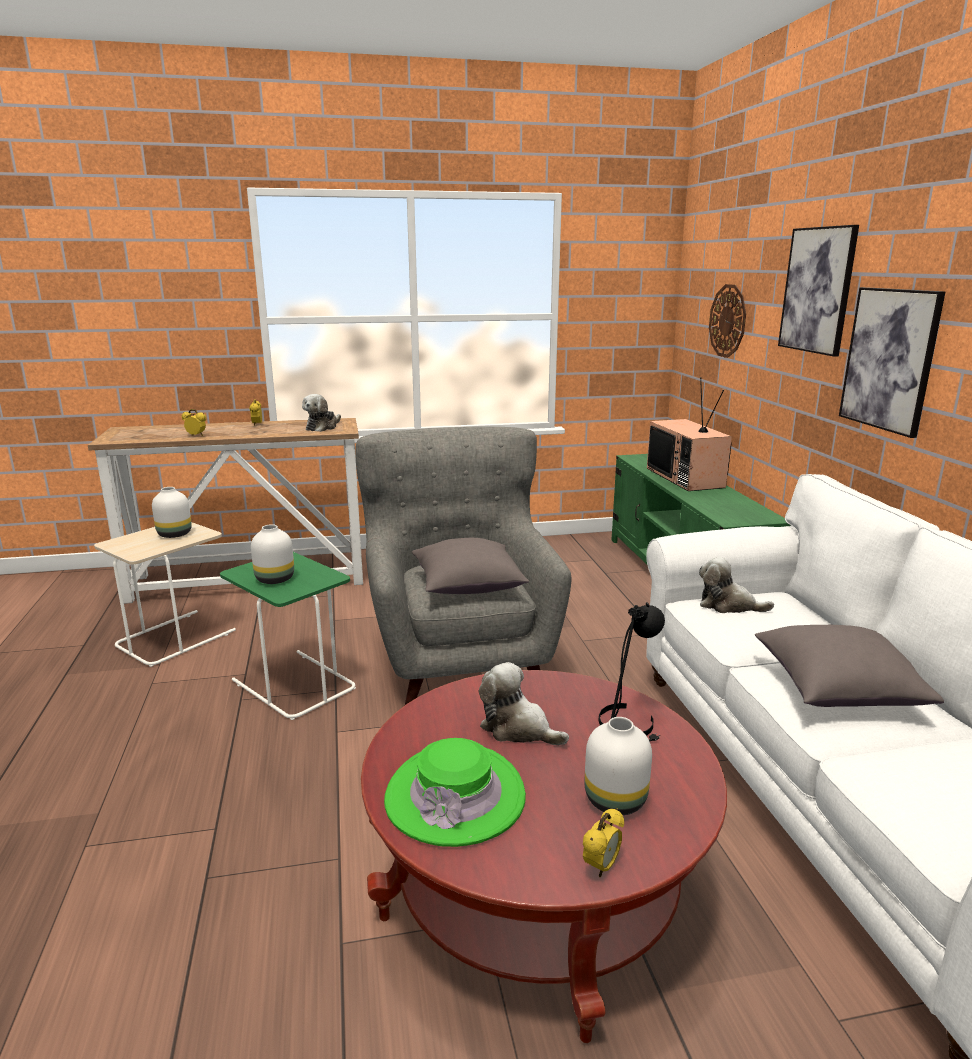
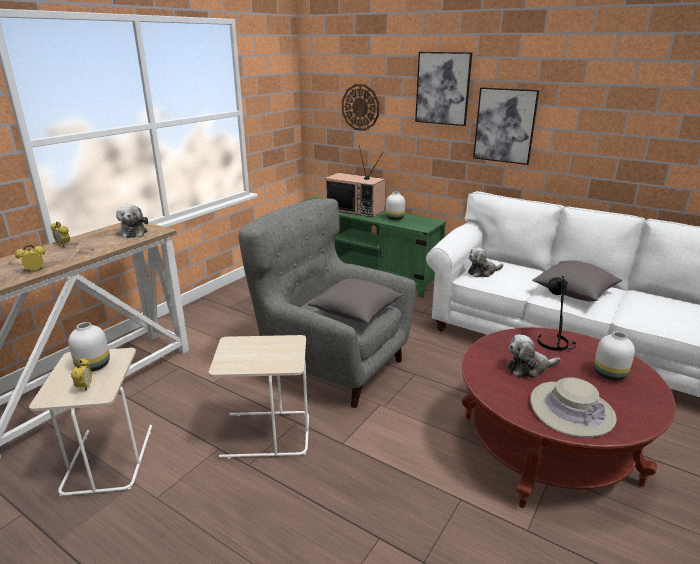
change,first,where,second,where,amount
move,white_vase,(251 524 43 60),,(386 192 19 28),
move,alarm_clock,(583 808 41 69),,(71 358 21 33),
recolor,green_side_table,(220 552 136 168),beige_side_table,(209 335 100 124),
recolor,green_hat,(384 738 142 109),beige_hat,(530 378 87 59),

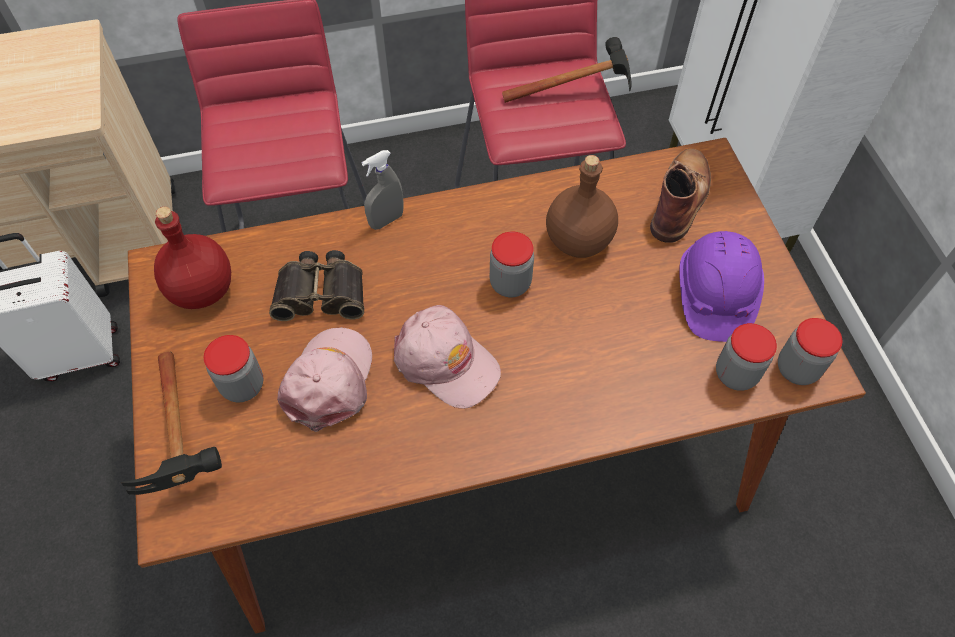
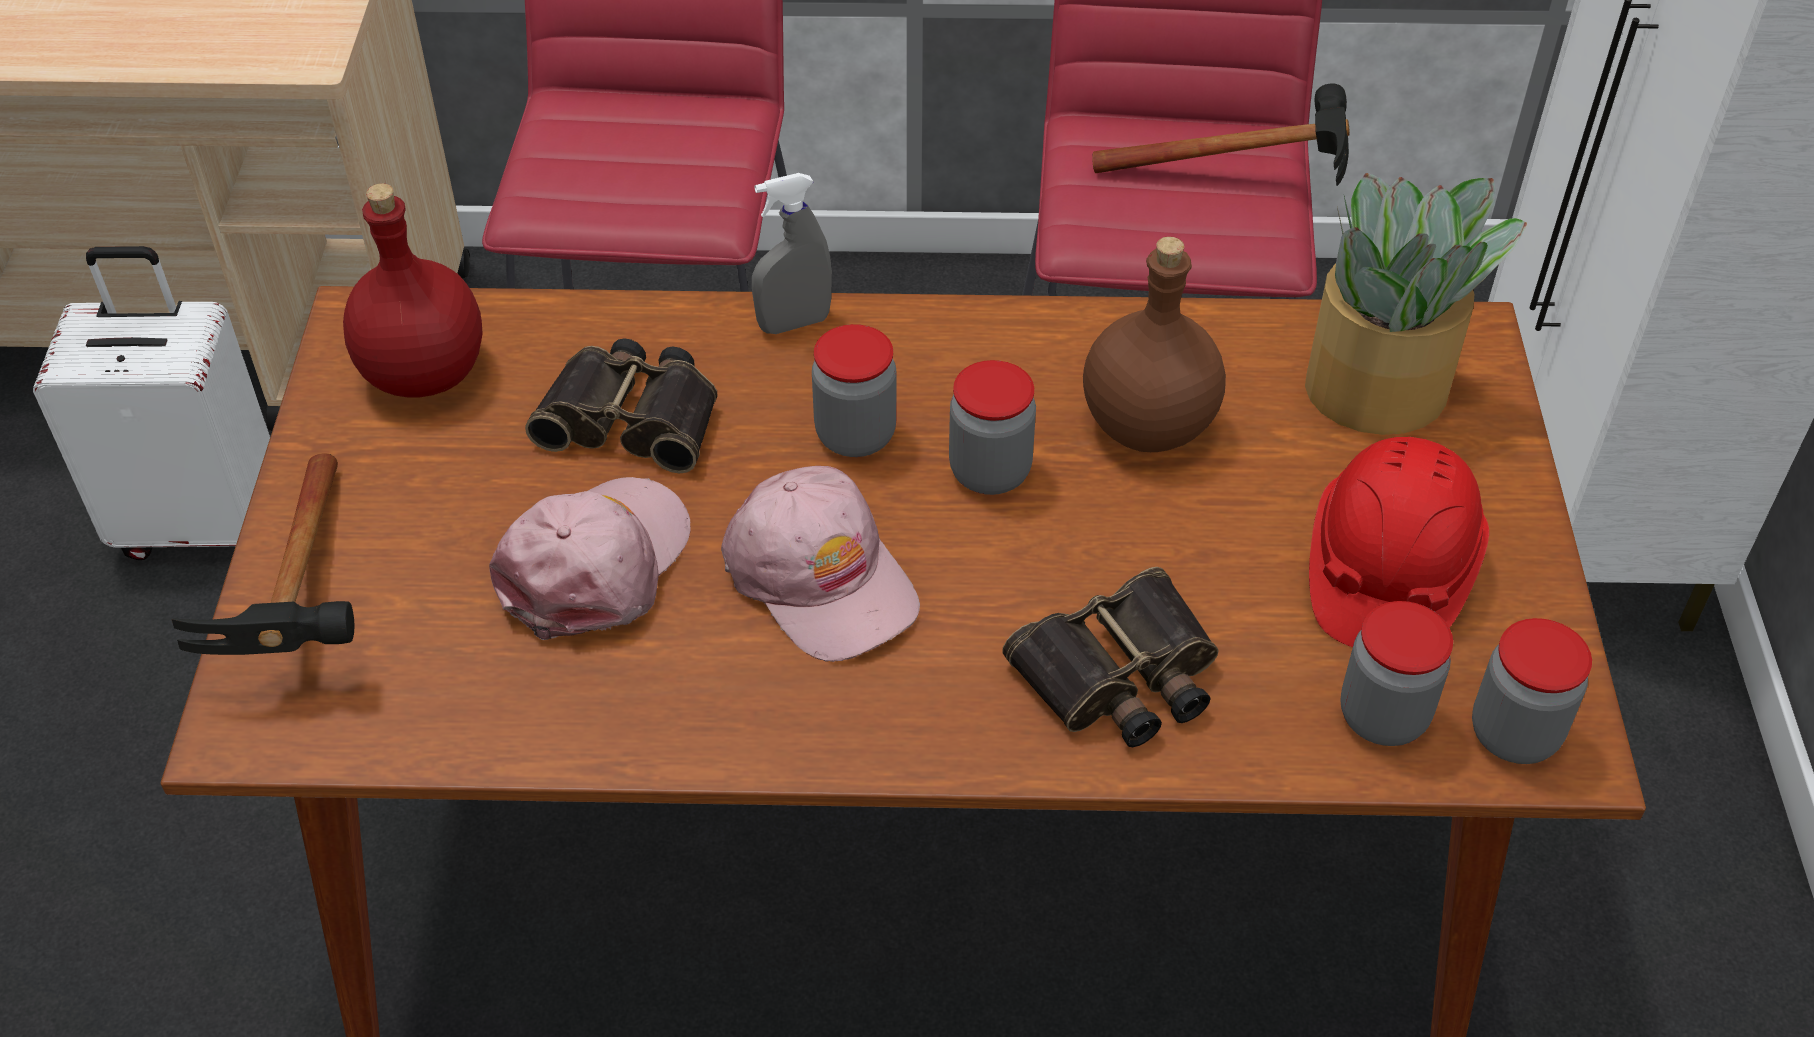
change,first,where,second,where,amount
insert,,,binoculars,(1002 567 217 180),
move,jar,(204 335 59 67),,(812 324 85 133),
replace,brown_boot,(650 149 61 94),potted_plant,(1305 173 222 262),
recolor,purple_hard_hat,(679 231 85 111),red_hard_hat,(1309 437 180 210),

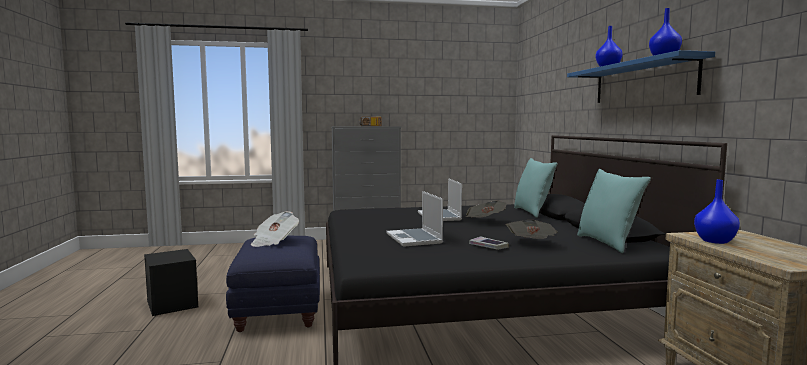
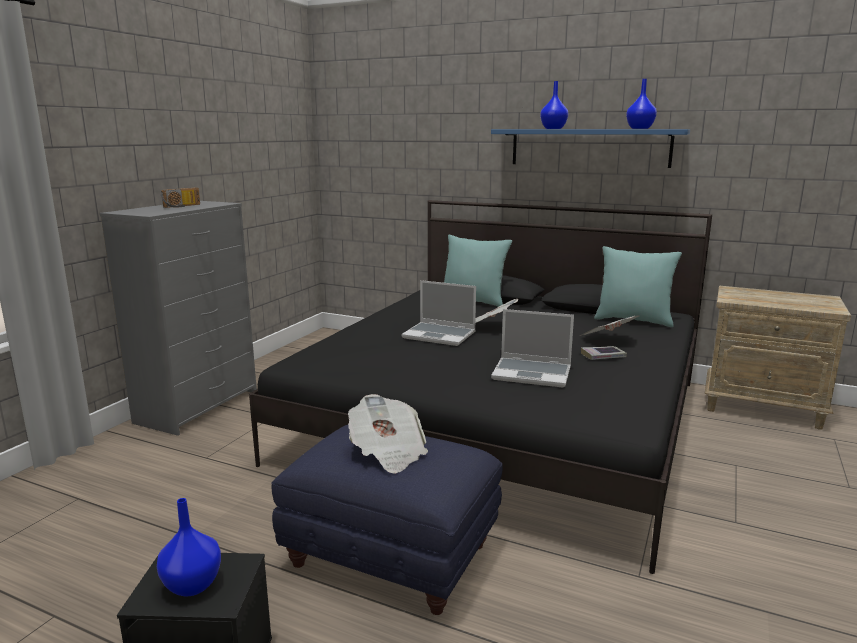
change,first,where,second,where,amount
move,blue_vase,(694 180 46 64),,(157 498 64 98),

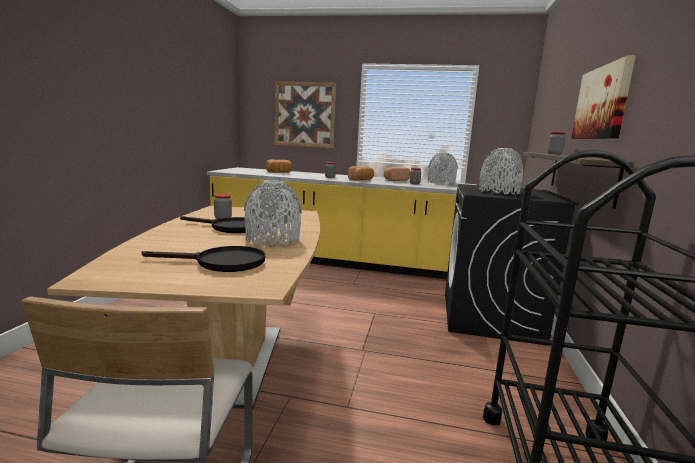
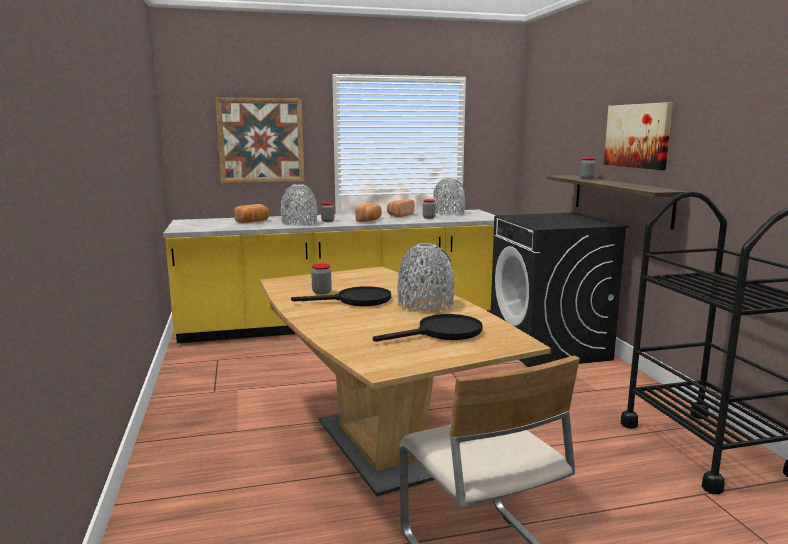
change,first,where,second,where,amount
move,grey_vase,(479 148 44 47),,(281 184 36 42),

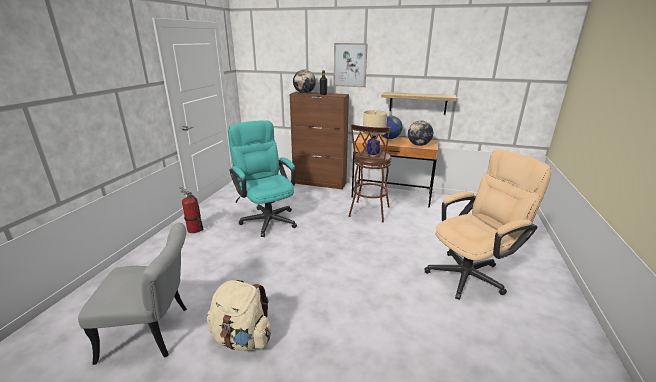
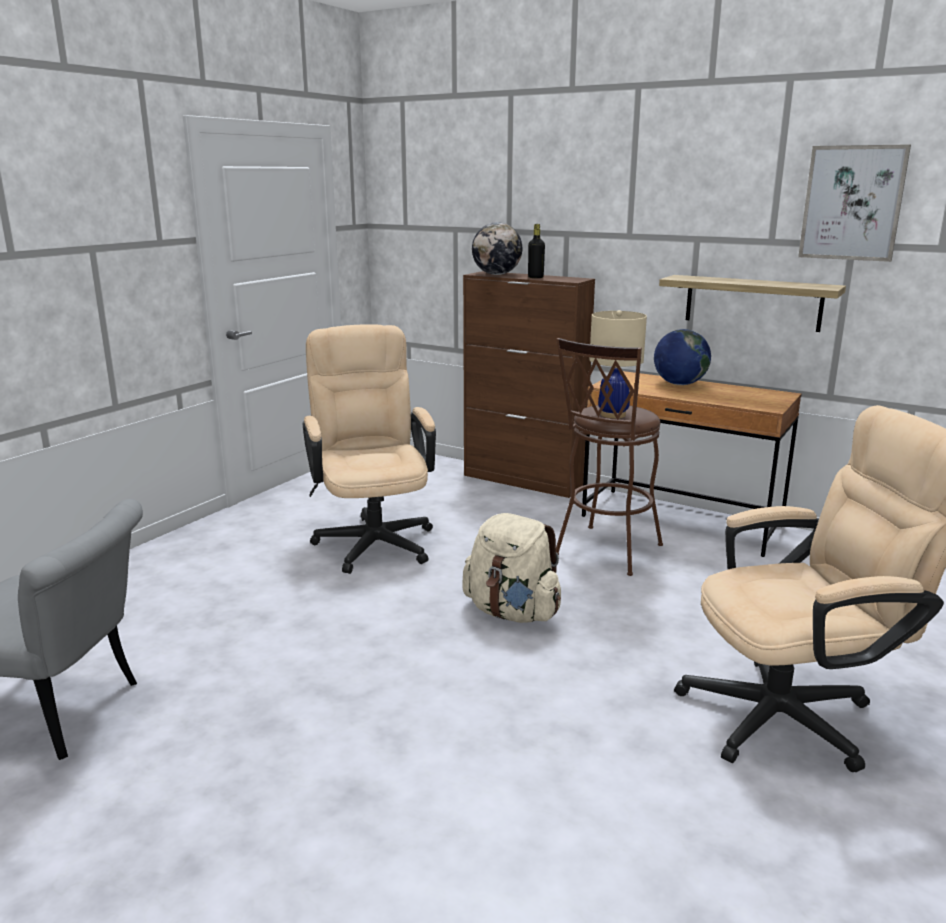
change,first,where,second,where,amount
delete,fire_extinguisher,(180 187 24 46),,,
delete,globe,(408 121 25 25),,,
move,beige_backpack,(207 280 64 71),,(462 513 99 110),
move,picture,(334 43 34 44),,(798 144 113 118),
recolor,turquoise_office_chair,(228 120 69 117),beige_office_chair,(303 324 133 250),

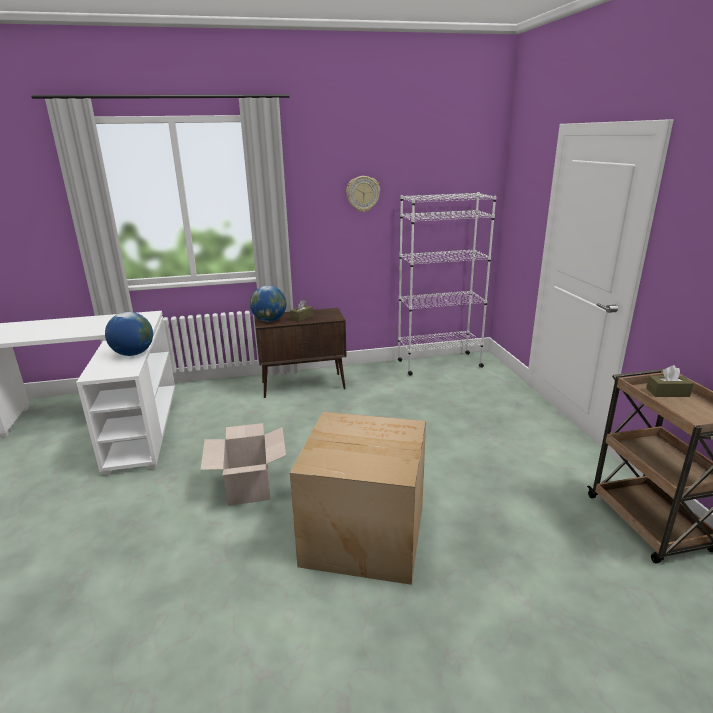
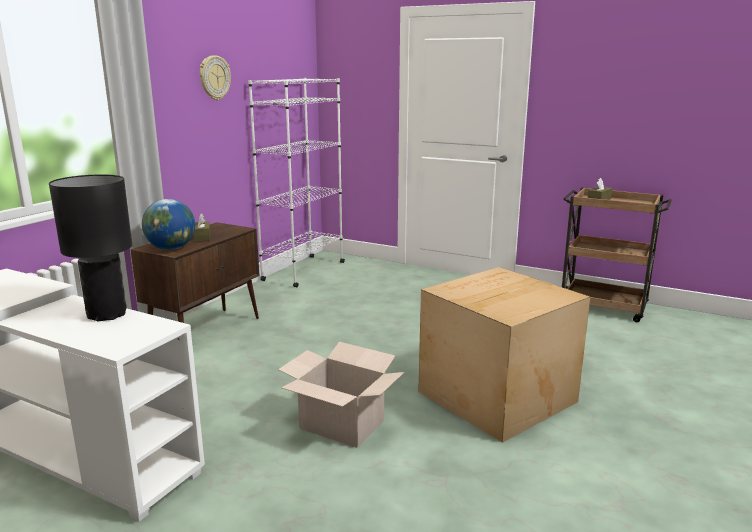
change,first,where,second,where,amount
replace,globe,(105 312 48 44),black_table_lamp,(49 174 83 148),

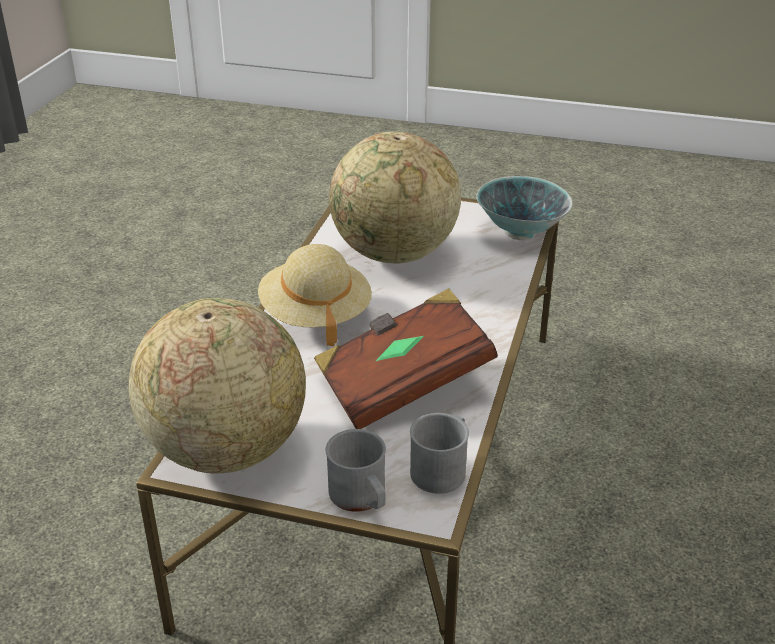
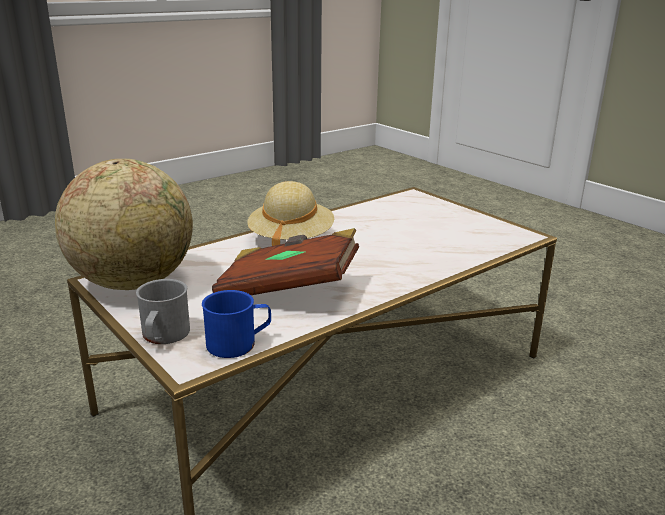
change,first,where,second,where,amount
delete,globe,(329 132 132 132),,,
delete,bowl,(476 176 97 64),,,
recolor,grey_mug,(410 413 59 81),blue_mug,(202 290 69 68),

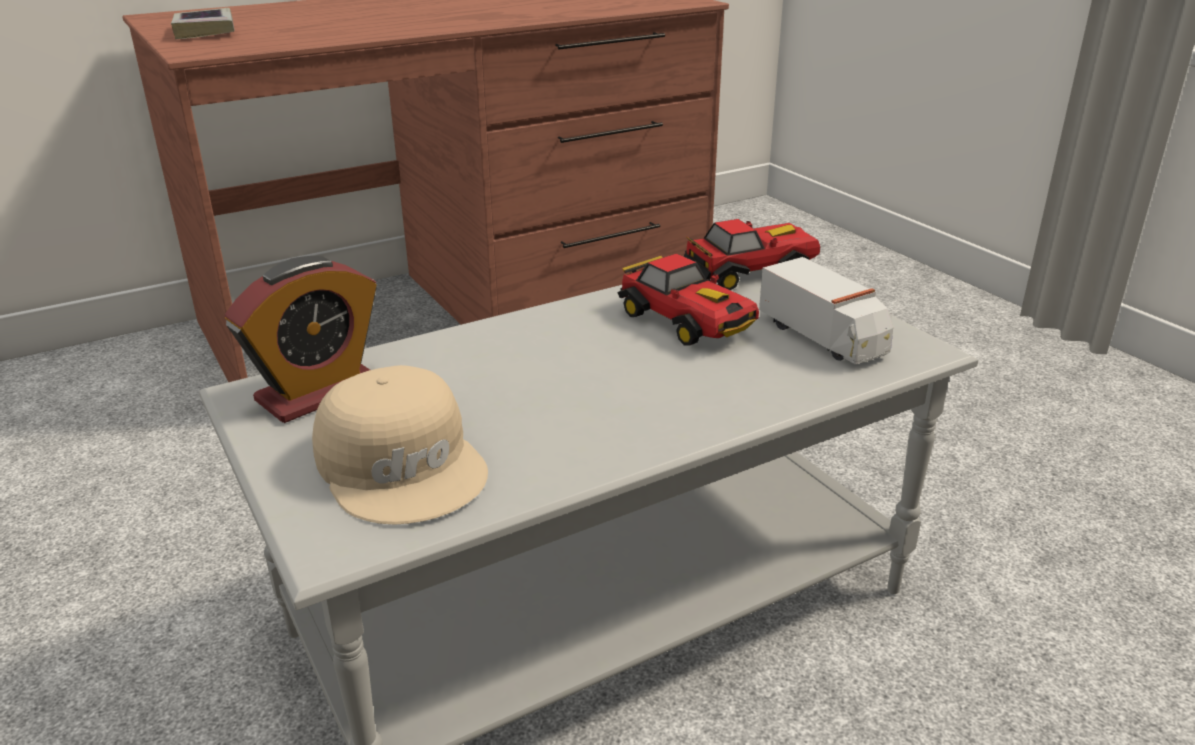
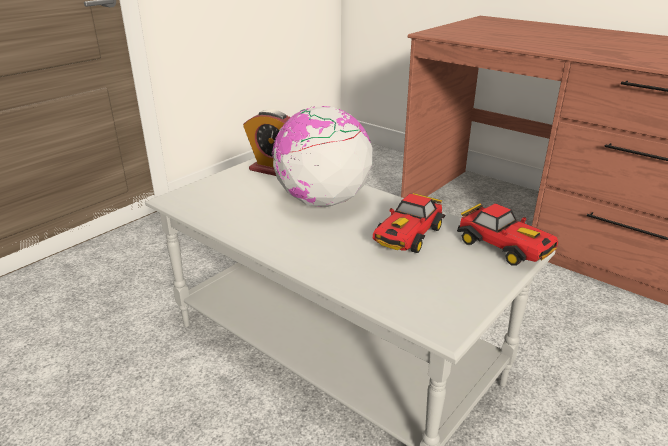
change,first,where,second,where,amount
delete,book,(171 8 64 31),,,
delete,beige_cap,(312 365 176 159),,,
delete,toy_truck,(759 257 134 107),,,
insert,,,globe,(272 106 100 101),

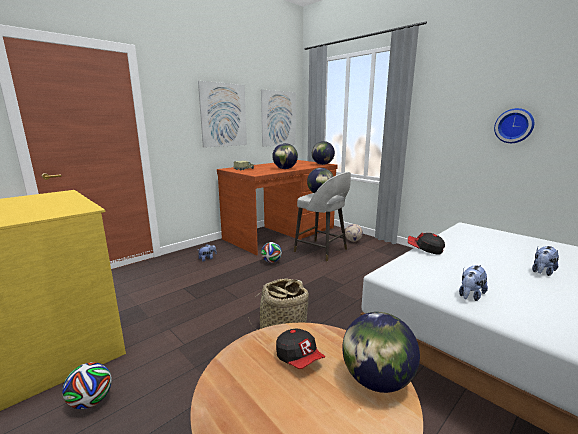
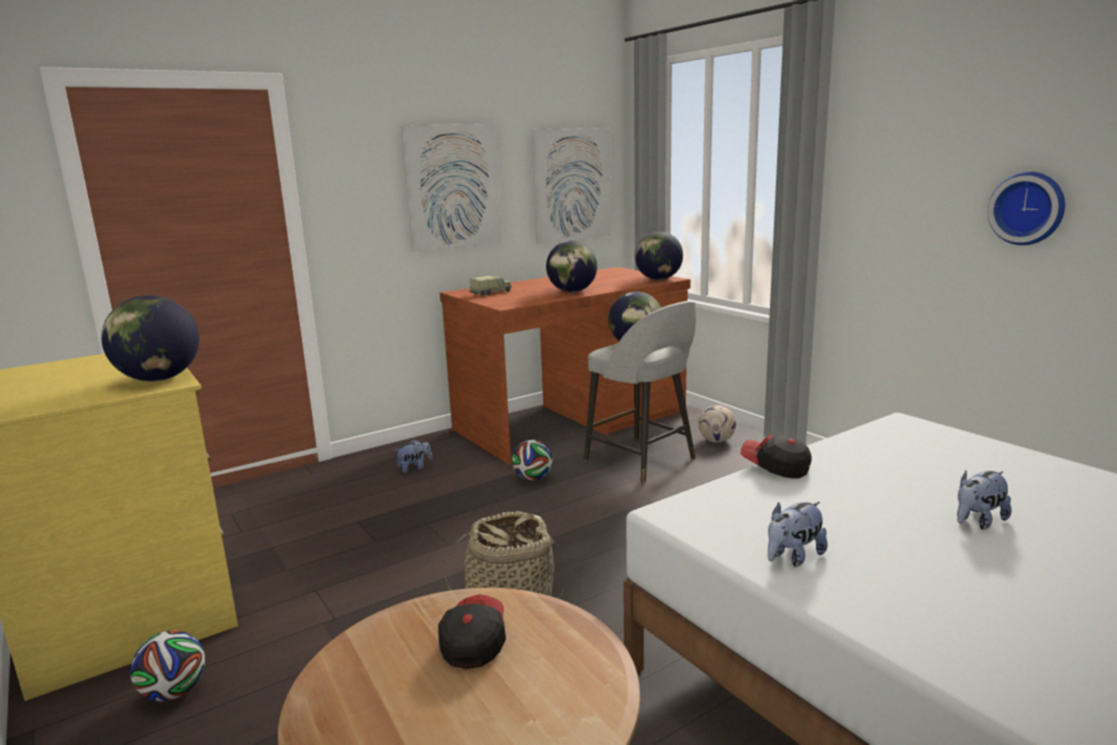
change,first,where,second,where,amount
move,globe,(342 312 78 81),,(101 295 98 86),
rotate,cap,(276 329 49 40),,(438 594 68 75),150 degrees counterclockwise

